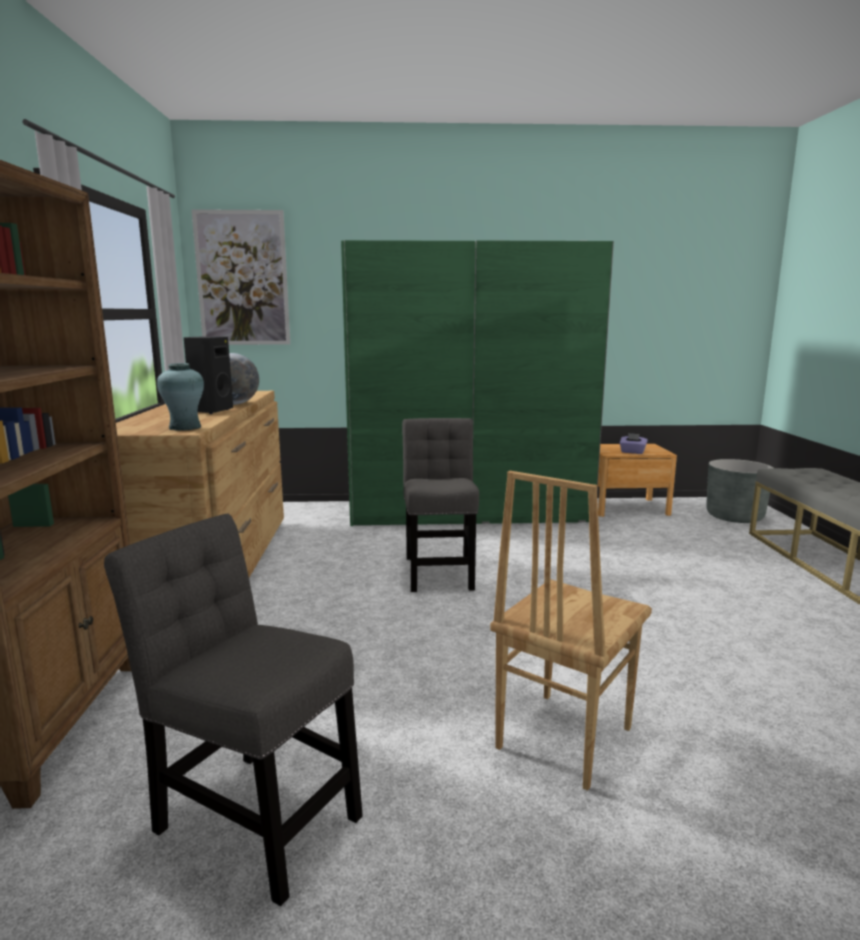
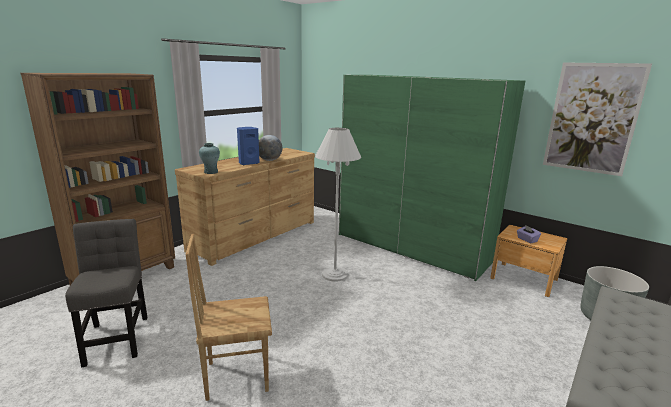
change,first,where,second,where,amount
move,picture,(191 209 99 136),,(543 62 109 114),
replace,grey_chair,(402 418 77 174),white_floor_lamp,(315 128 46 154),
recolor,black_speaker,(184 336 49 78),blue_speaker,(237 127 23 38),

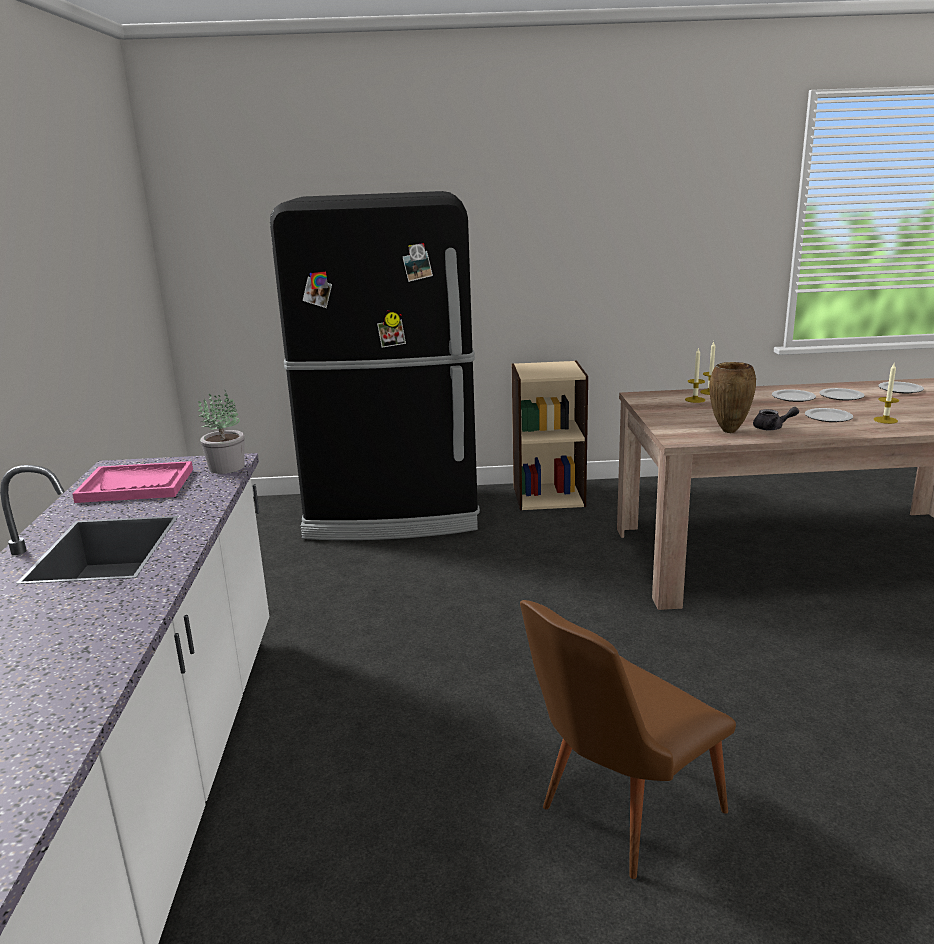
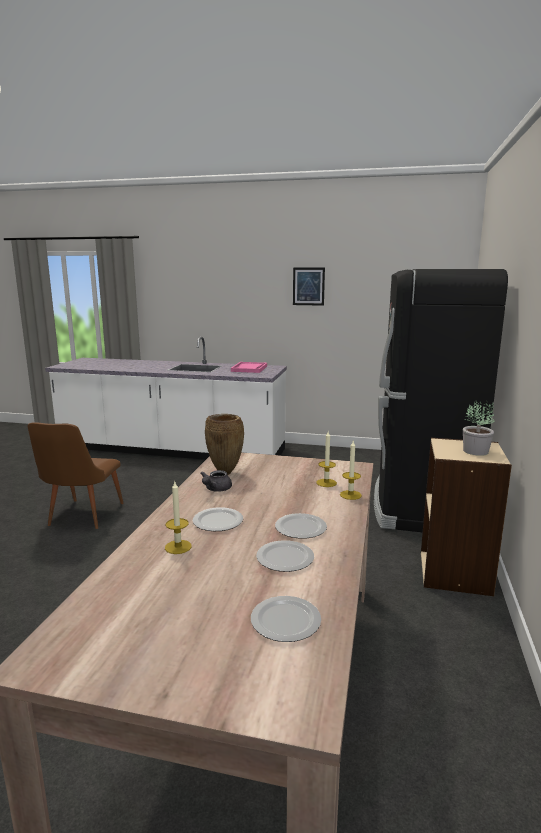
change,first,where,second,where,amount
insert,,,picture,(293 267 32 39),
move,potted_plant,(198 393 47 81),,(463 400 31 56),
rotate,brown_chair,(520 600 216 279),,(27 422 97 107),150 degrees counterclockwise

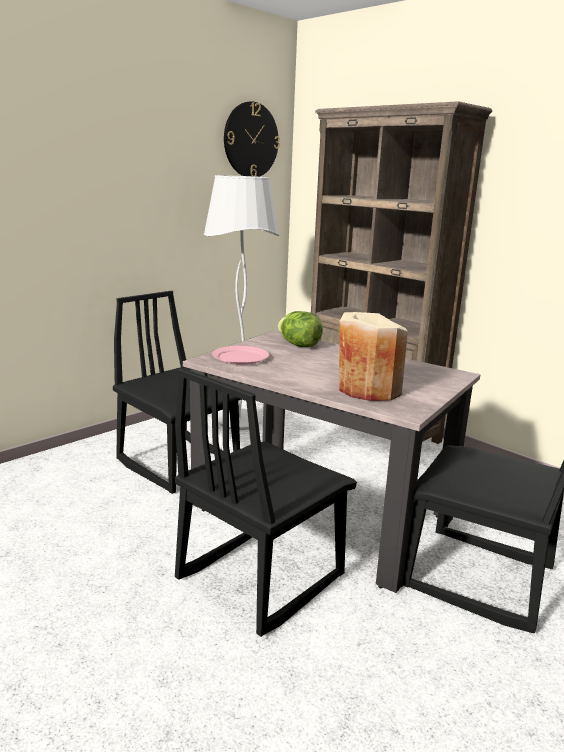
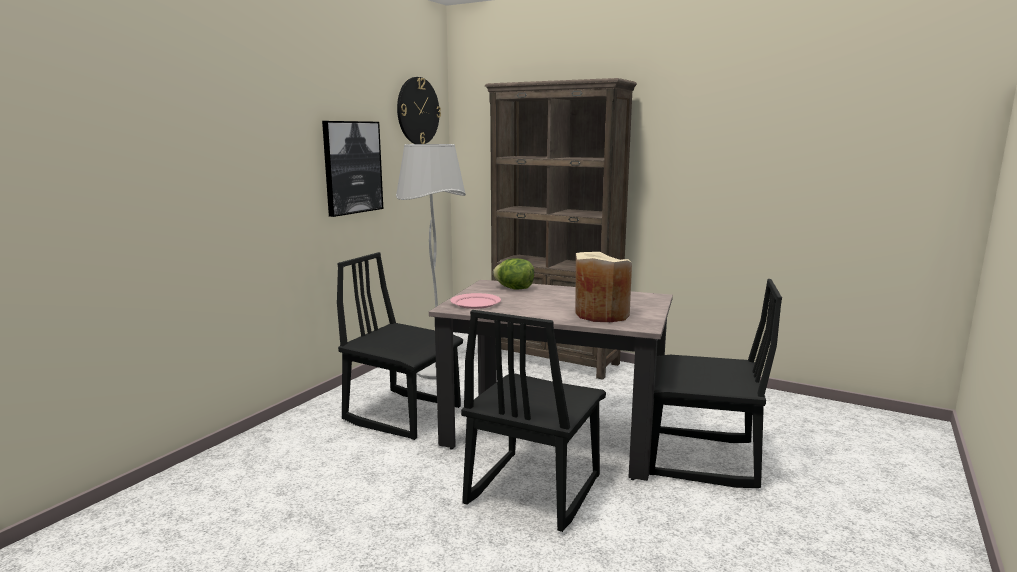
change,first,where,second,where,amount
insert,,,picture,(322 121 61 96),

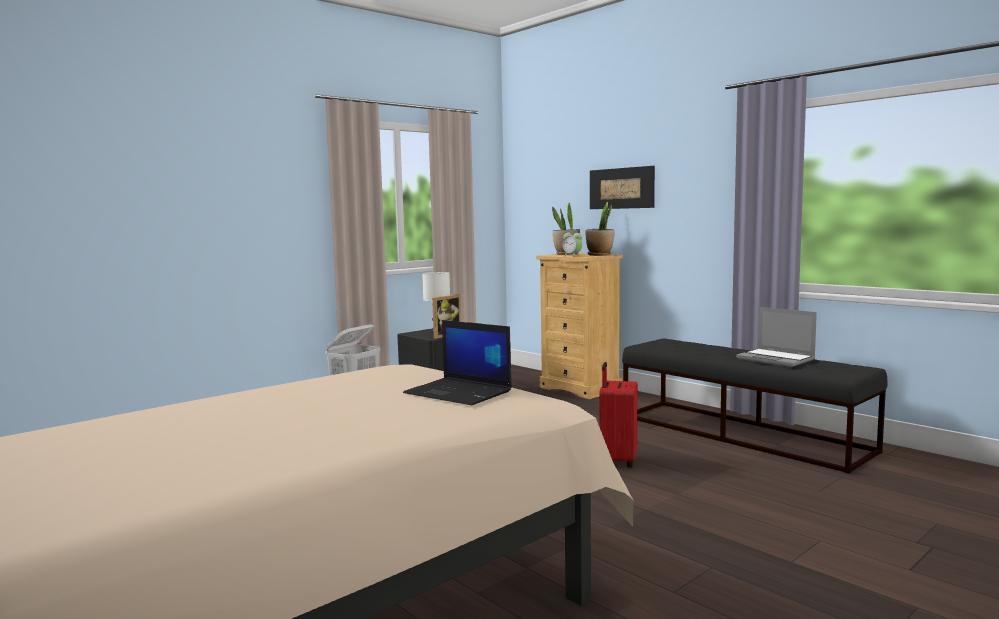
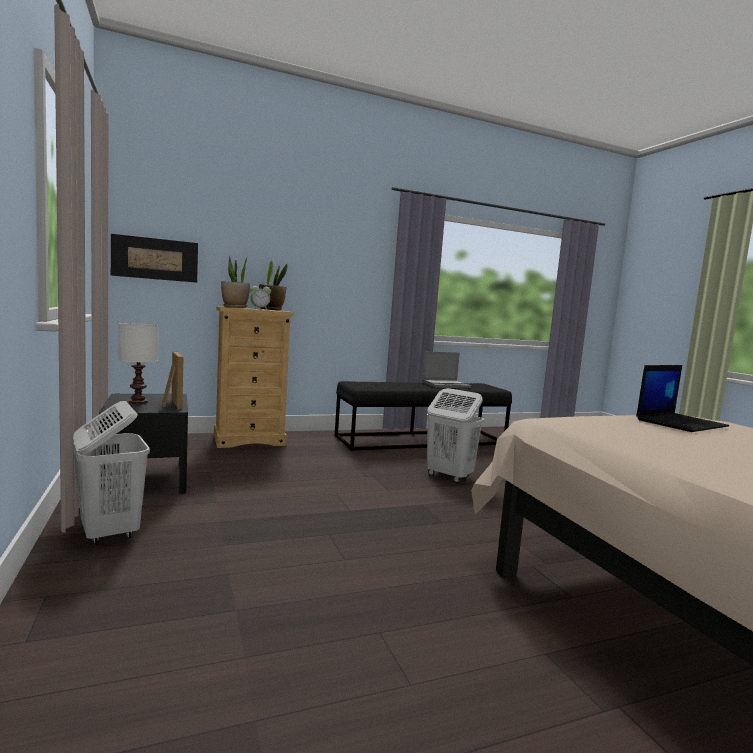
change,first,where,second,where,amount
move,picture,(590 166 65 43),,(111 234 87 49),
replace,red_suitcase,(599 362 38 106),white_laundry_basket,(427 388 57 95),

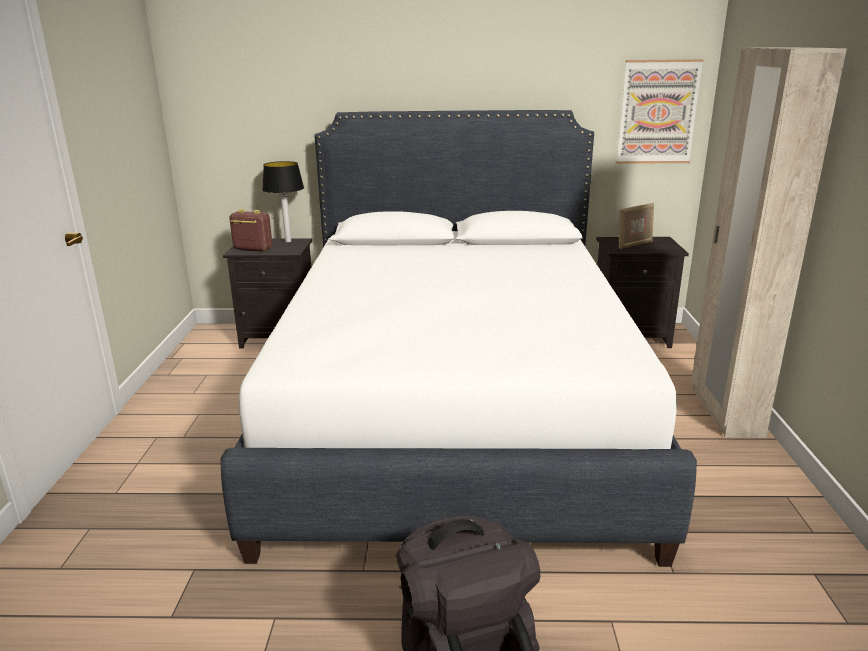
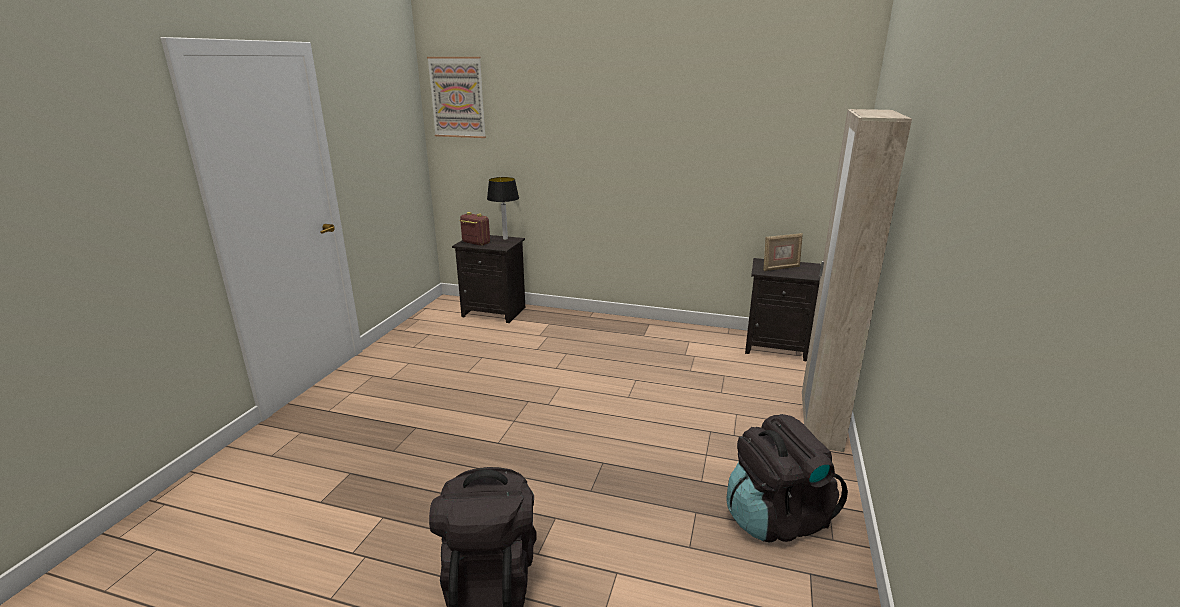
change,first,where,second,where,amount
delete,white_bed,(220 110 477 457),,,
insert,,,black_backpack,(727 414 121 129),
move,picture,(617 59 87 105),,(427 57 59 81),

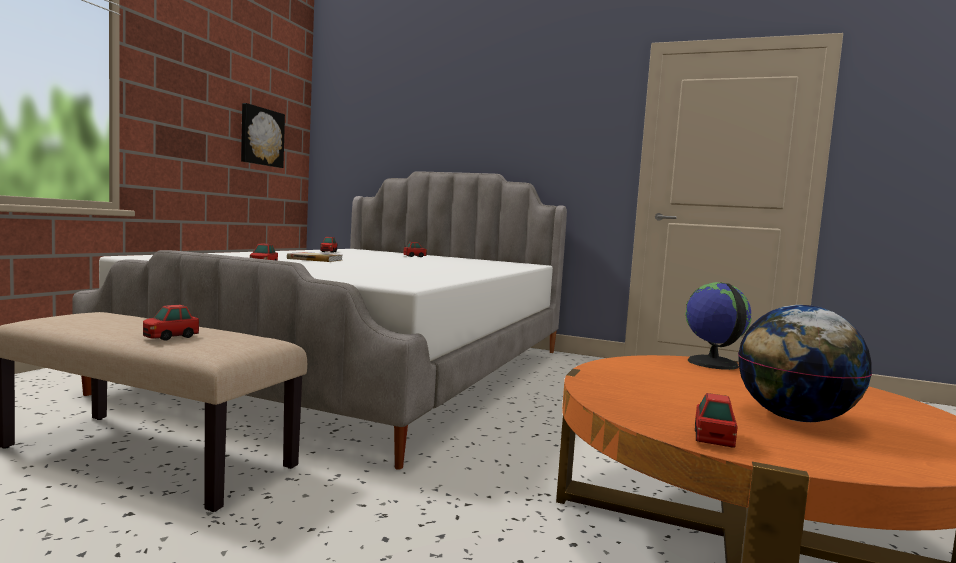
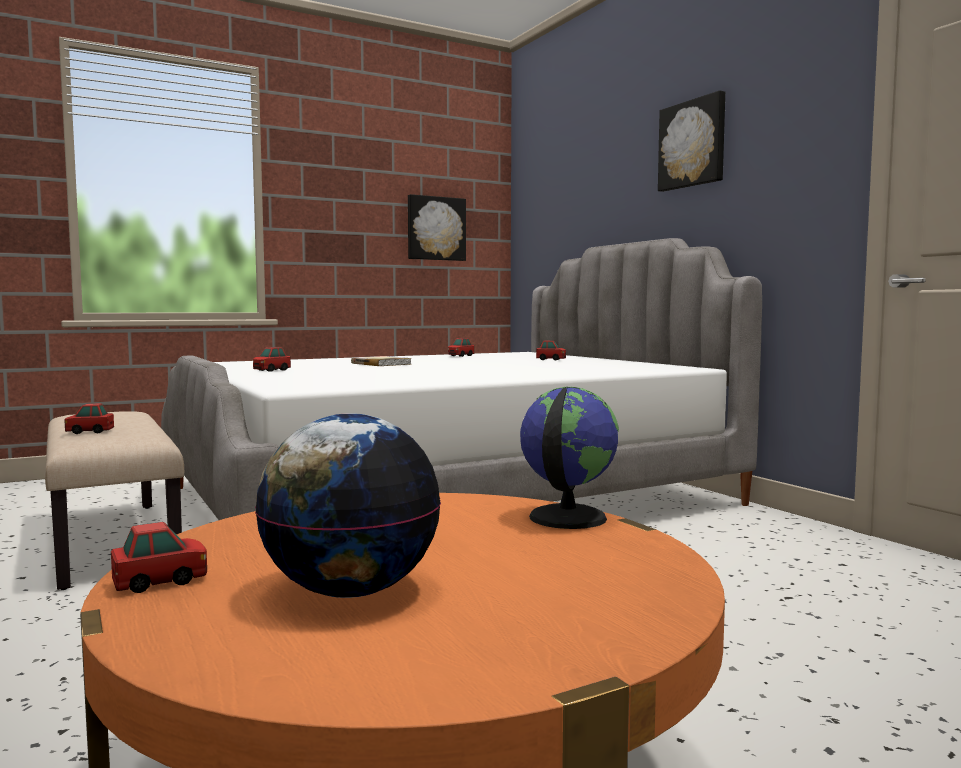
change,first,where,second,where,amount
insert,,,picture,(658 91 67 101),

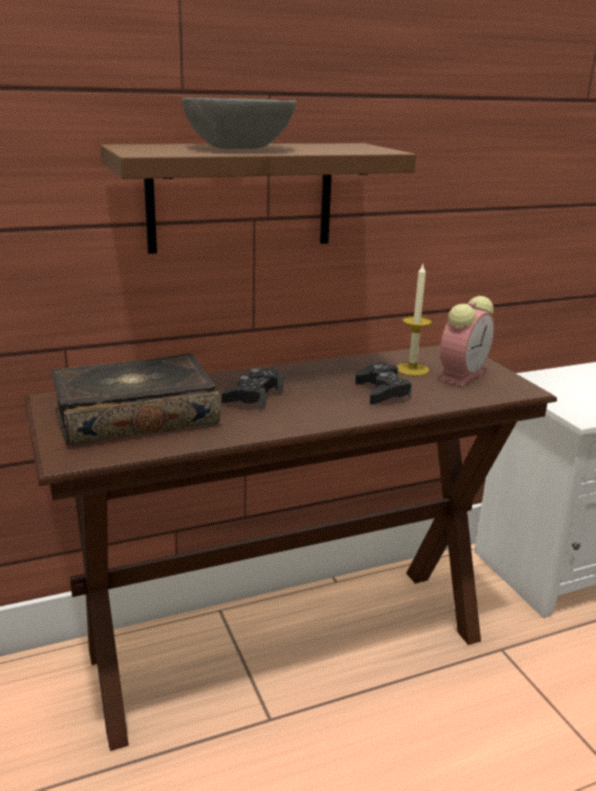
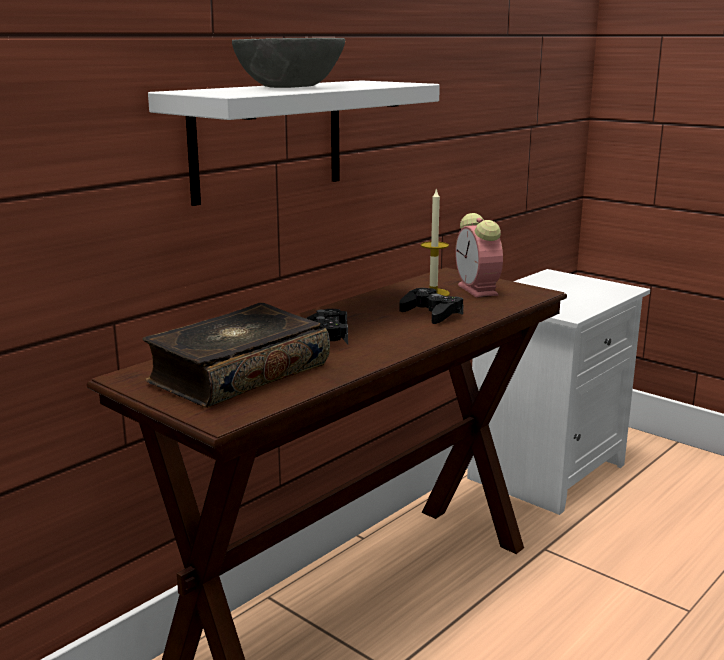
change,first,where,second,where,amount
recolor,brown_shelf,(100 143 316 111),white_shelf,(148 80 292 126),
rotate,alarm_clock,(439 296 55 90),,(455 213 48 84),150 degrees clockwise

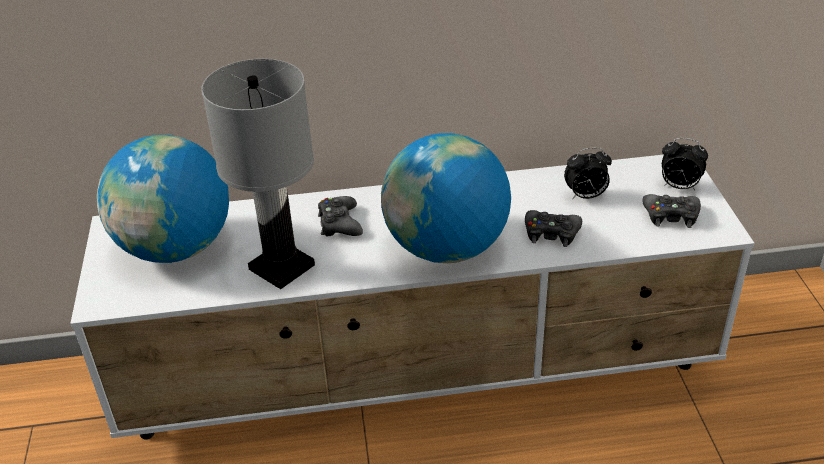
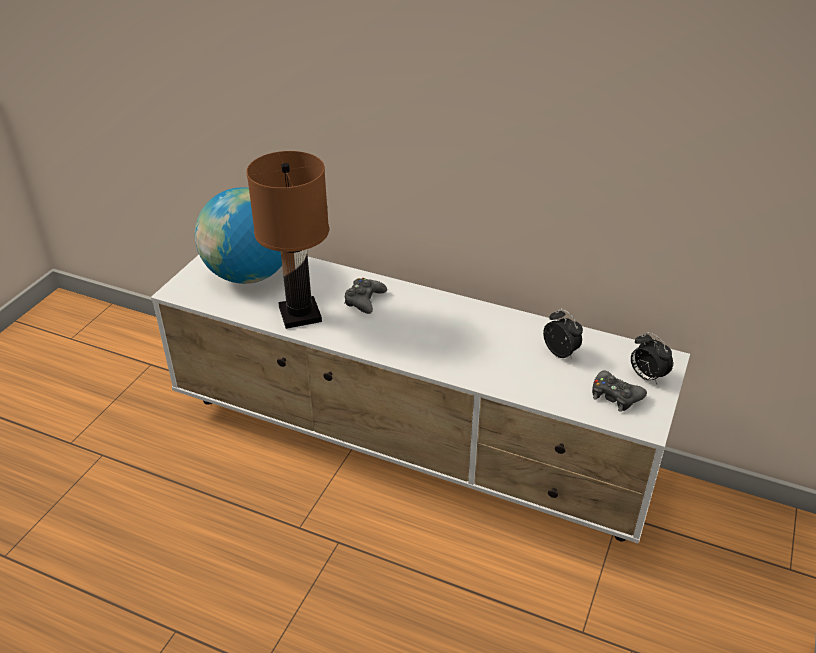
change,first,where,second,where,amount
delete,globe,(381 133 130 130),,,
delete,black_game_controller,(525 210 57 37),,,
recolor,grey_table_lamp,(201 59 114 230),brown_table_lamp,(246 151 83 178),
rotate,alarm_clock,(564 147 48 52),,(543 309 40 50),150 degrees counterclockwise

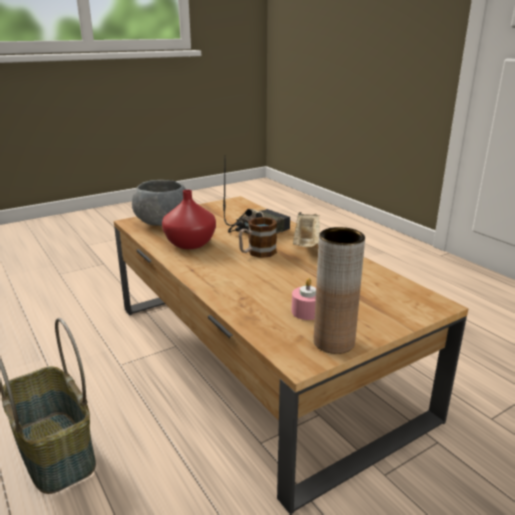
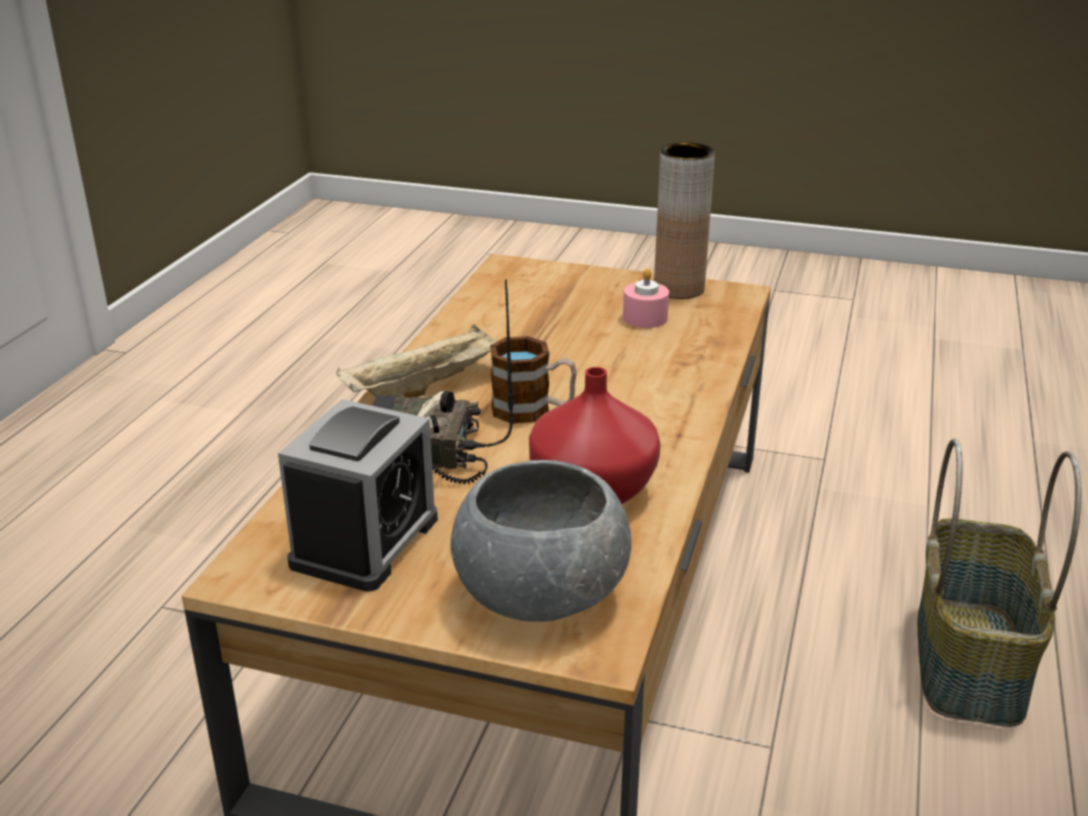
change,first,where,second,where,amount
insert,,,alarm_clock,(278 399 160 193),

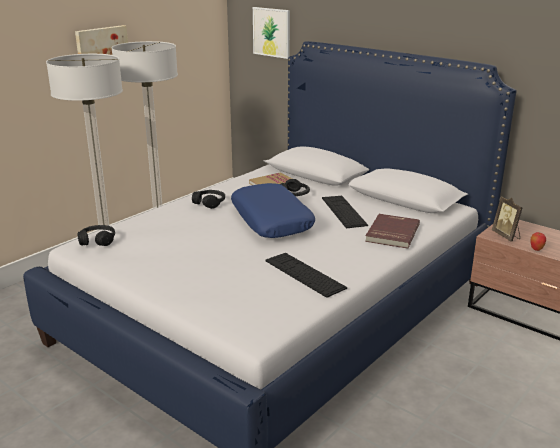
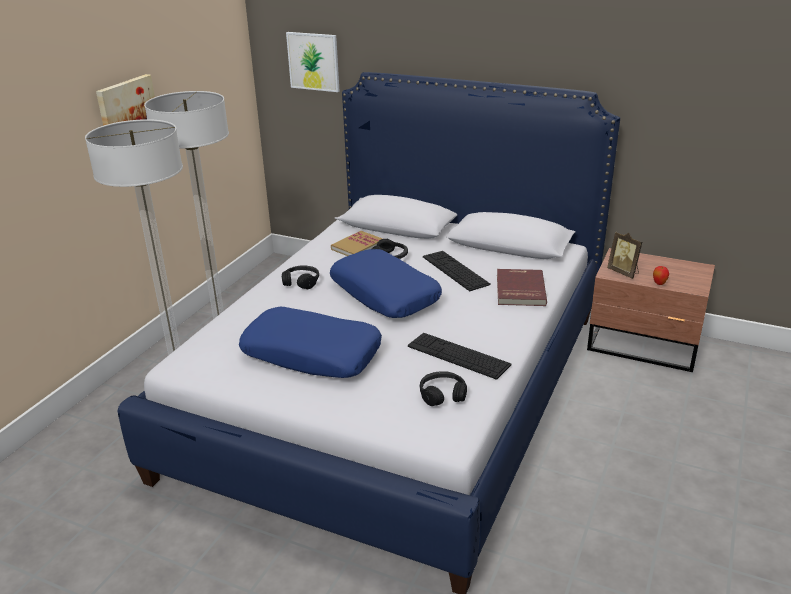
change,first,where,second,where,amount
insert,,,blue_pillow,(239 307 143 71),
move,black_headphones,(78 225 37 21),,(420 371 47 35),

